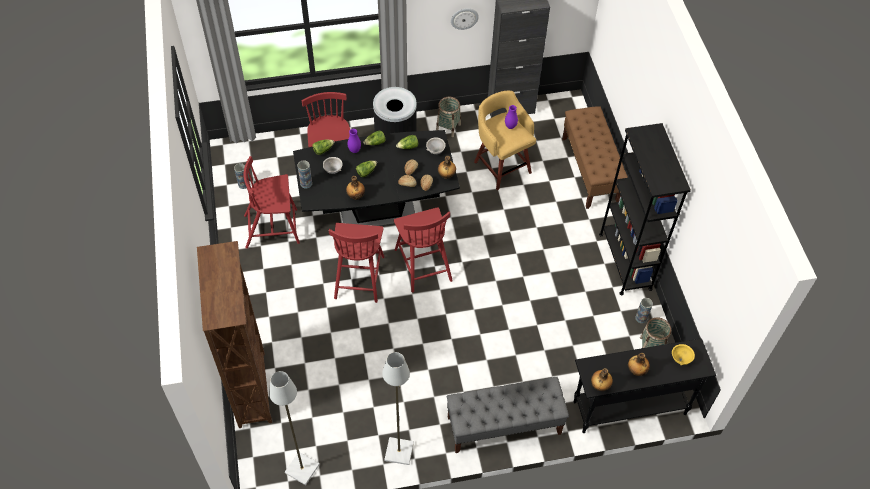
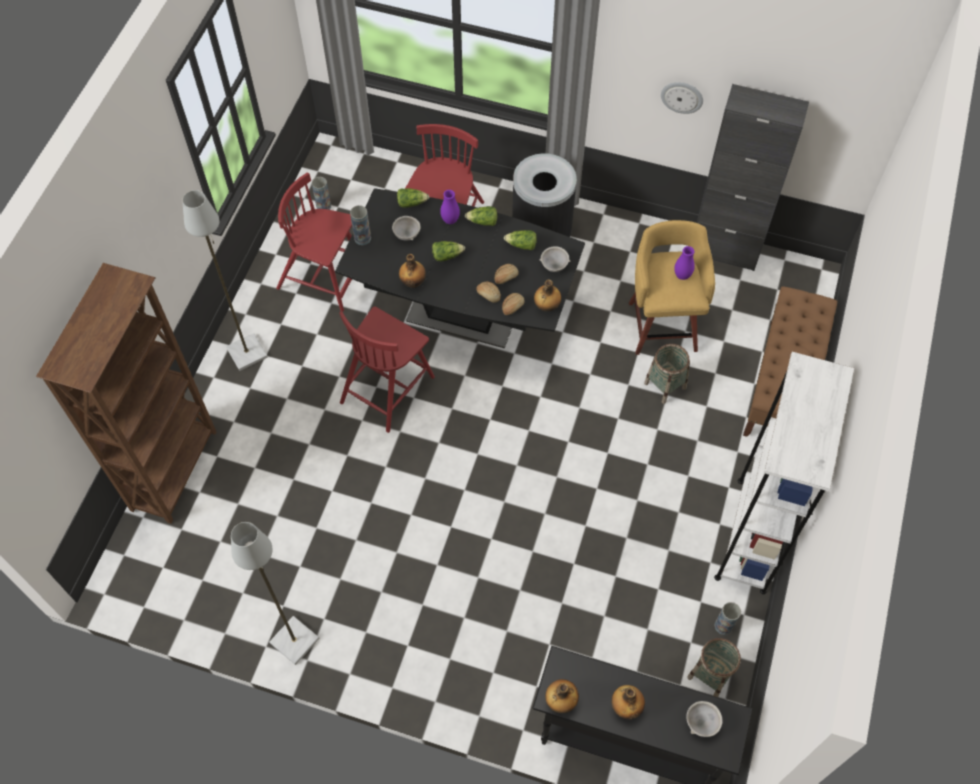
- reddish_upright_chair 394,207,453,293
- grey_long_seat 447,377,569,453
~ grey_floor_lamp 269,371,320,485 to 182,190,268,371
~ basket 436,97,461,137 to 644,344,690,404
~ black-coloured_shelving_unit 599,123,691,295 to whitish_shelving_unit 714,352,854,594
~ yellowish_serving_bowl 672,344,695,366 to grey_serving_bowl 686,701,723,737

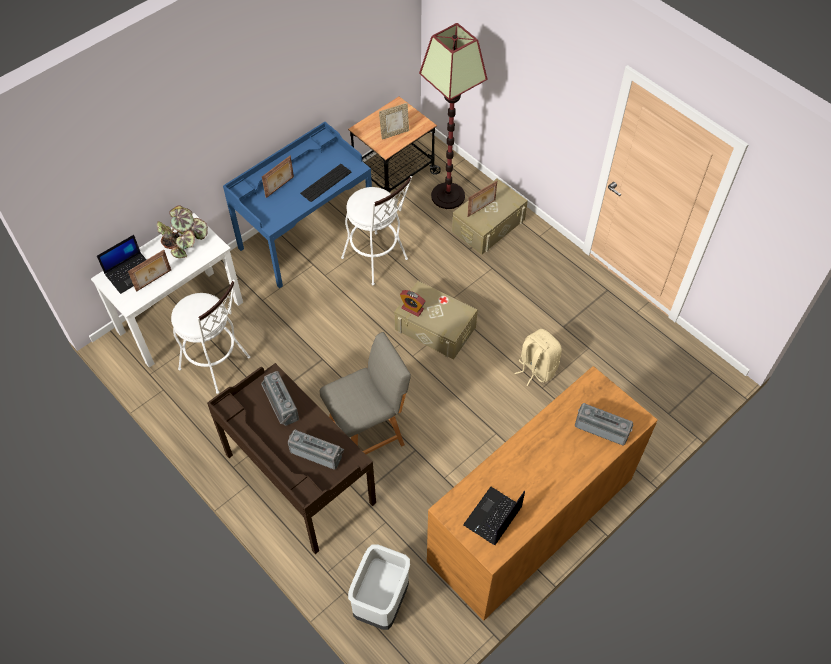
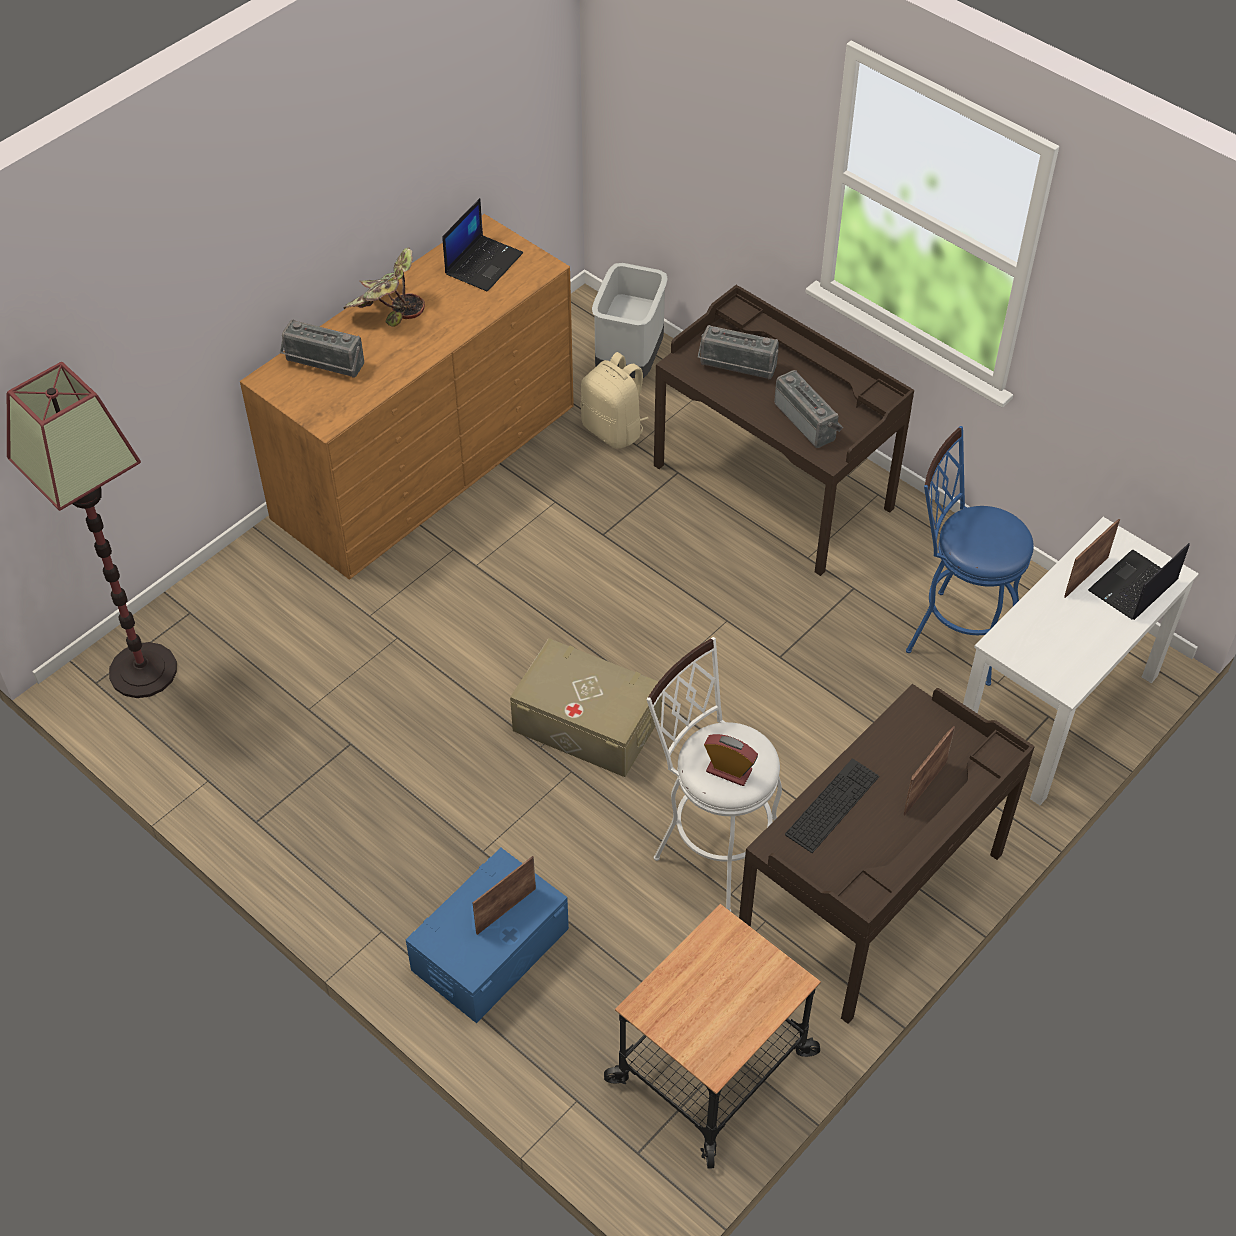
- grey_upright_chair 320,332,411,454
- standing_frame 379,103,409,139
~ houseplant 156,205,208,258 to 343,248,425,327
~ bedside_clock 400,290,425,317 to 704,734,758,786
~ floor_lamp 419,23,487,209 to 7,362,177,698
~ beige_backpack 514,329,562,386 to 580,352,648,449
~ whitish_stool_seat 171,280,250,394 to blue_stool_seat 906,426,1034,686
~ blue_desk_unit 223,122,372,288 to brownish_desk_unit 739,684,1035,1024
~ beige_storage_bin 452,178,528,254 to blue_storage_bin 406,848,569,1023

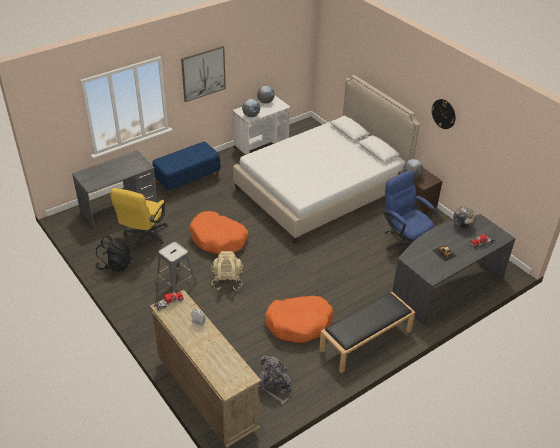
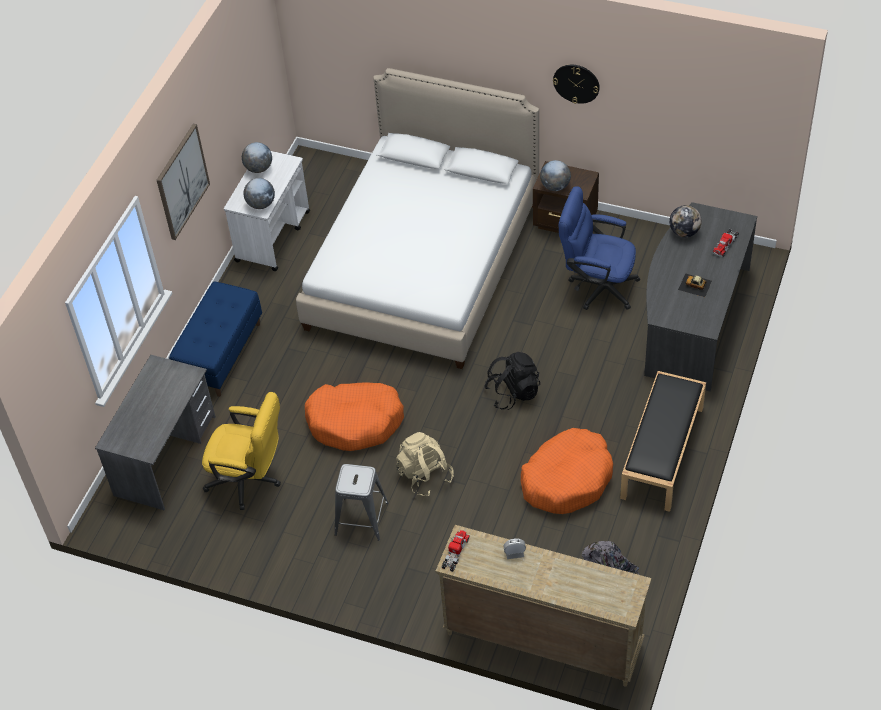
~ black-coloured_backpack 95,236,132,272 to 484,352,540,410
~ yellowish_computer_chair 110,188,168,250 = 202,392,281,510 60 degrees counterclockwise

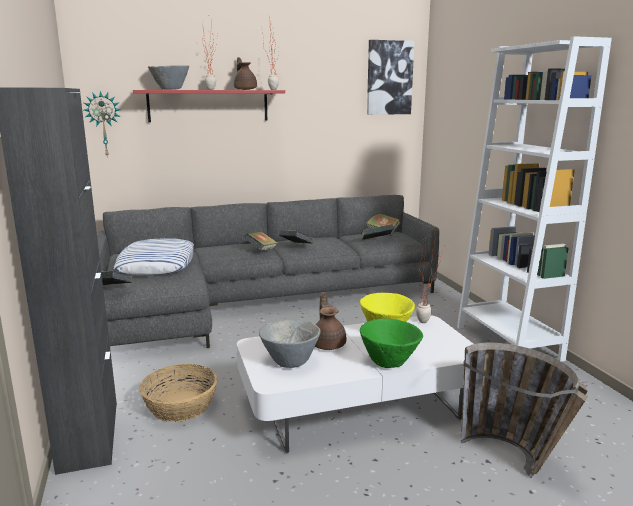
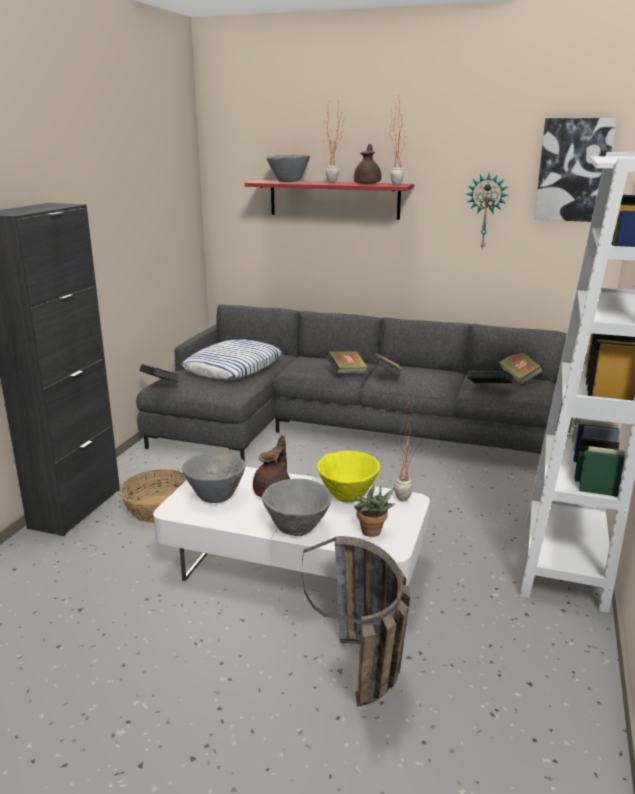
+ houseplant 354,486,395,537
~ clock_on_the_wall 84,91,121,158 to 467,173,508,250
~ greenish_serving_bowl 360,319,423,368 to grey_serving_bowl 262,479,331,536

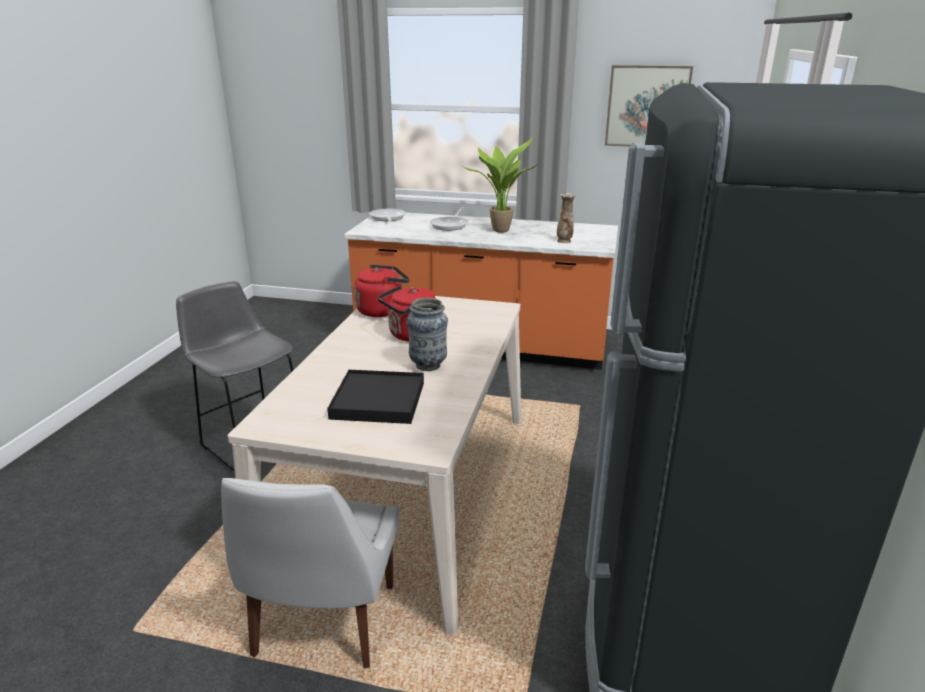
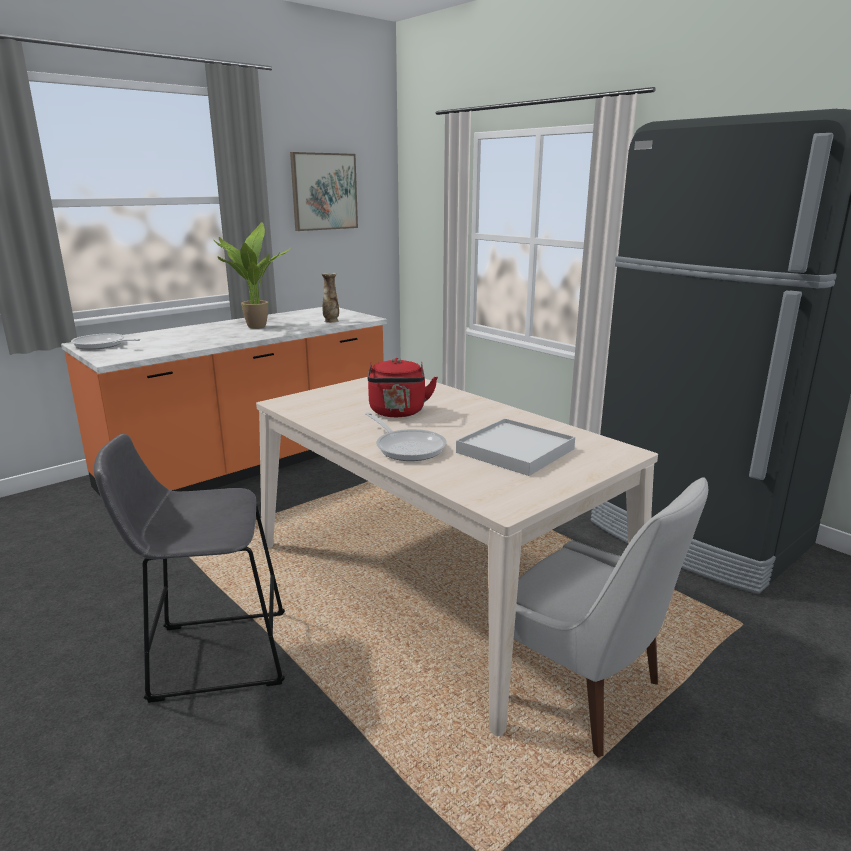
- reddish_tea_kettle 354,264,409,317
- flower_vase 406,298,448,371
~ skillet 430,207,468,231 to 365,412,447,461
~ black-coloured_serving_tray 327,370,424,424 to whitish_serving_tray 456,418,575,476

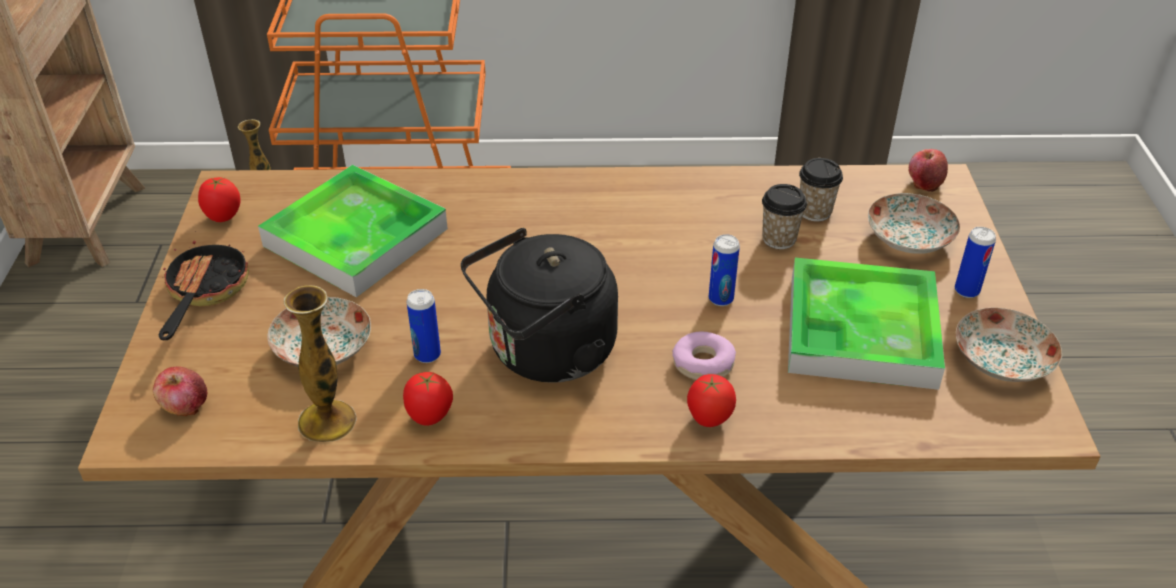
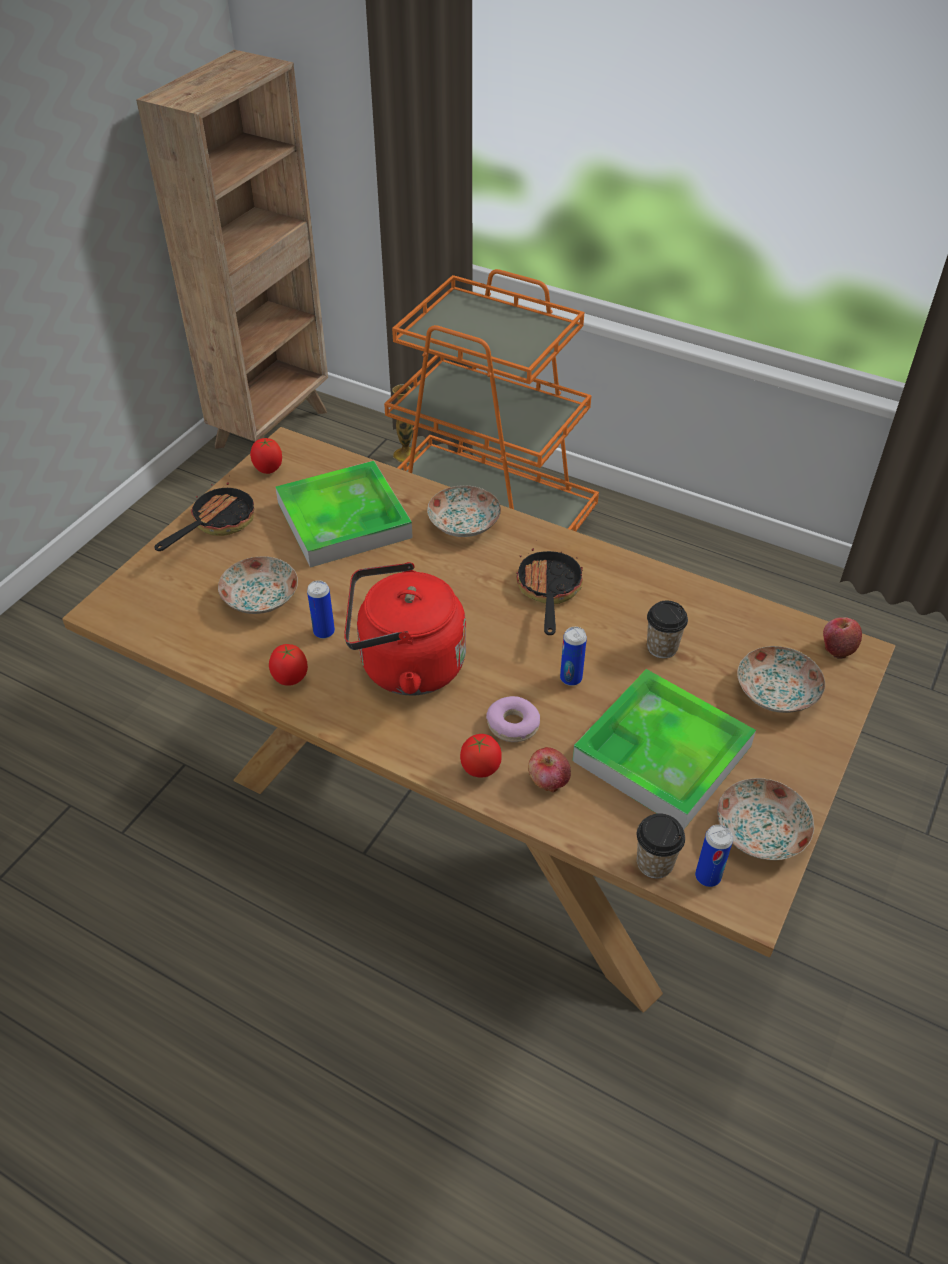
- flower_vase 284,285,357,442
+ dinner_plate 427,485,501,537
+ skillet 516,540,583,635
~ whole_apple 153,367,208,416 to 528,747,571,793
~ small_cup 799,158,843,222 to 637,813,685,879
~ metal_can 955,227,996,298 to 695,825,733,887
~ black-coloured_tea_kettle 461,228,618,383 to reddish_tea_kettle 344,562,466,696

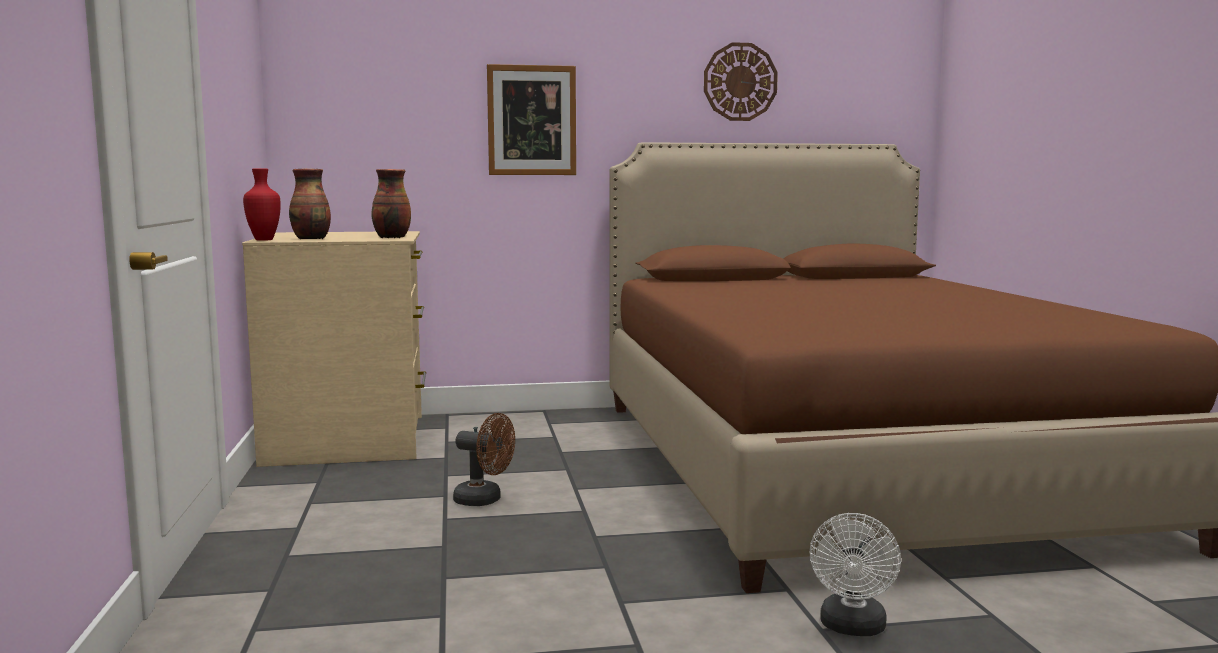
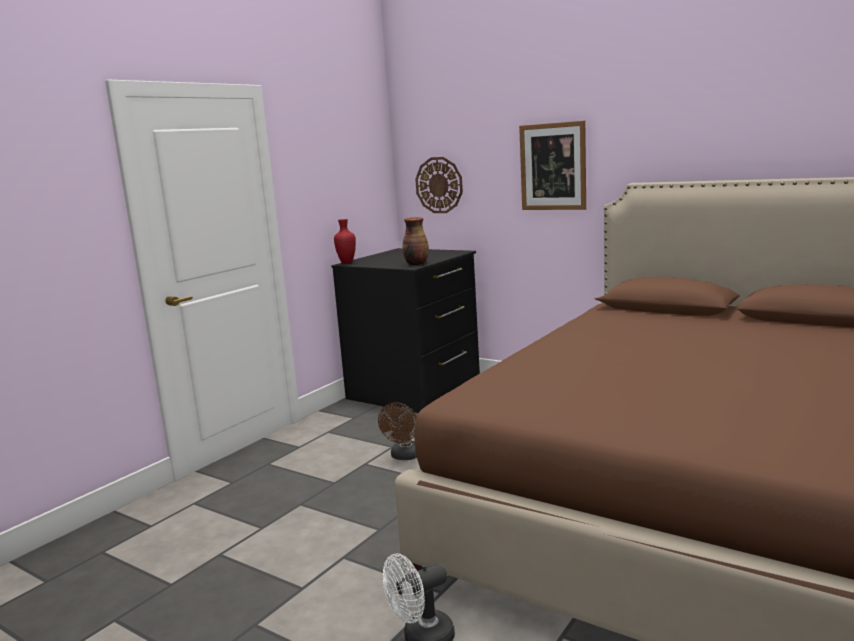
- flower_vase 289,169,331,240
~ clock_on_the_wall 704,42,778,121 to 415,157,463,213
~ beige_chest_of_drawers 242,231,426,467 to black-coloured_chest_of_drawers 332,248,480,413
~ brownish_electric_fan 453,413,515,506 = 378,402,417,460 45 degrees clockwise

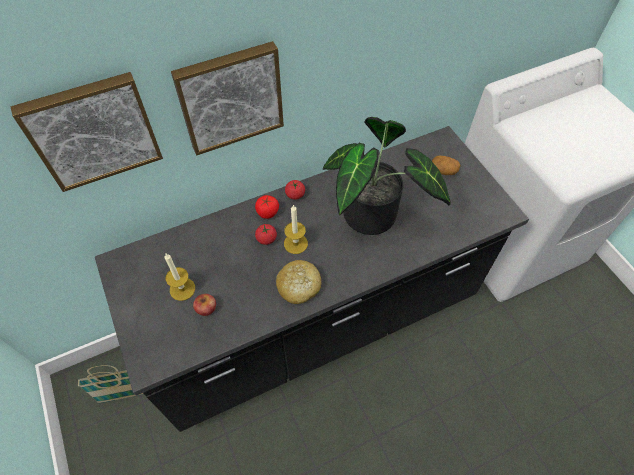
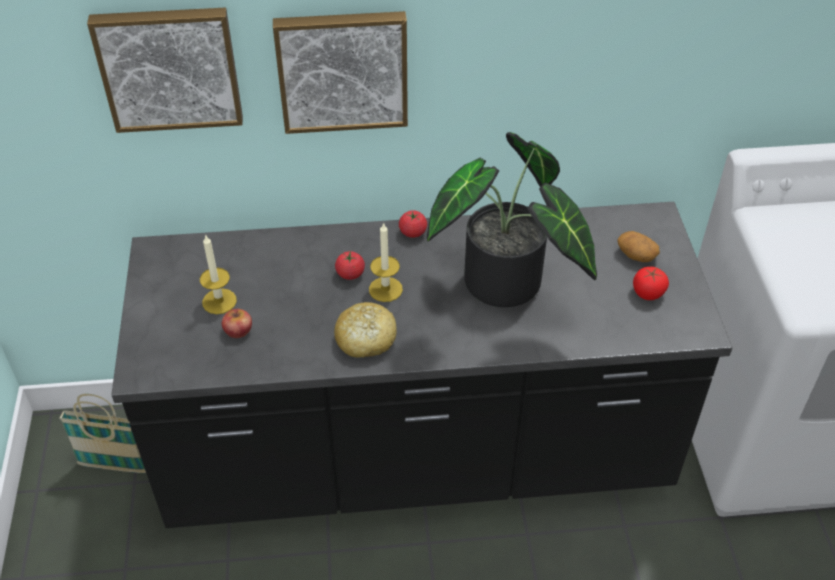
~ tomato 255,195,279,219 to 633,267,669,300

